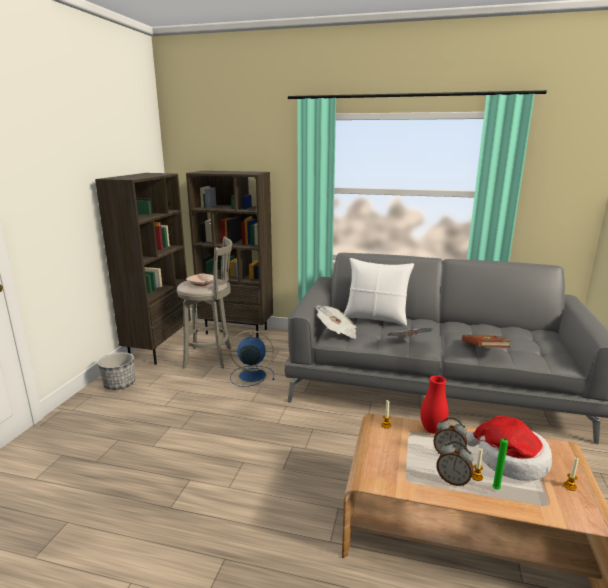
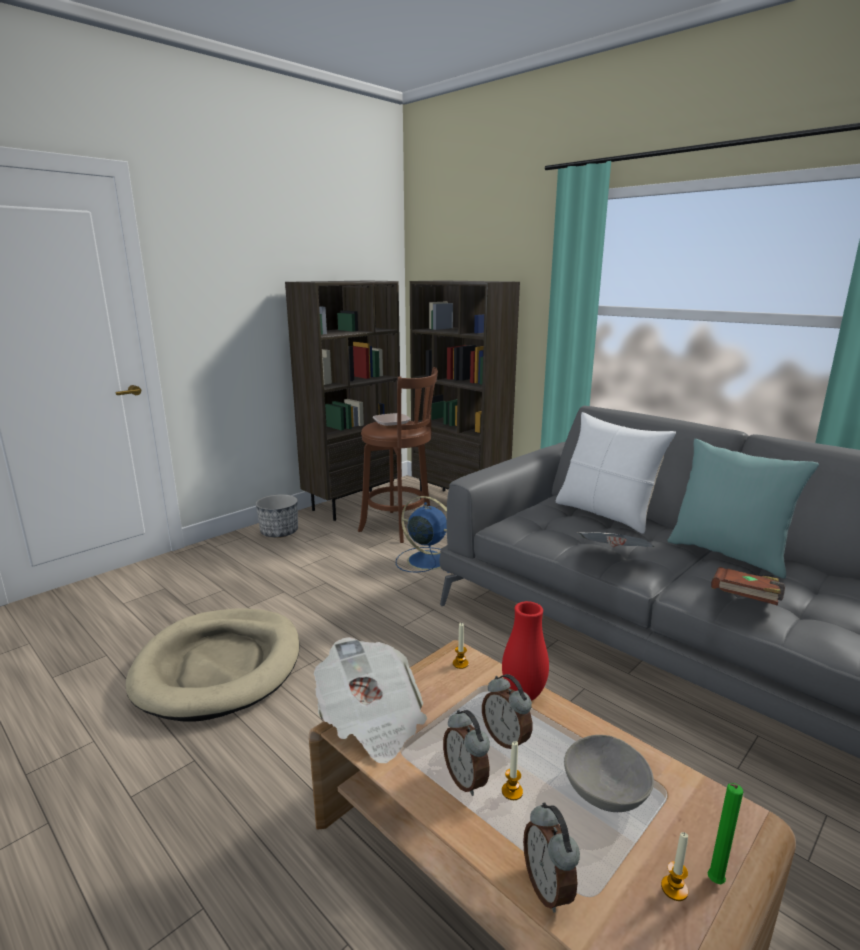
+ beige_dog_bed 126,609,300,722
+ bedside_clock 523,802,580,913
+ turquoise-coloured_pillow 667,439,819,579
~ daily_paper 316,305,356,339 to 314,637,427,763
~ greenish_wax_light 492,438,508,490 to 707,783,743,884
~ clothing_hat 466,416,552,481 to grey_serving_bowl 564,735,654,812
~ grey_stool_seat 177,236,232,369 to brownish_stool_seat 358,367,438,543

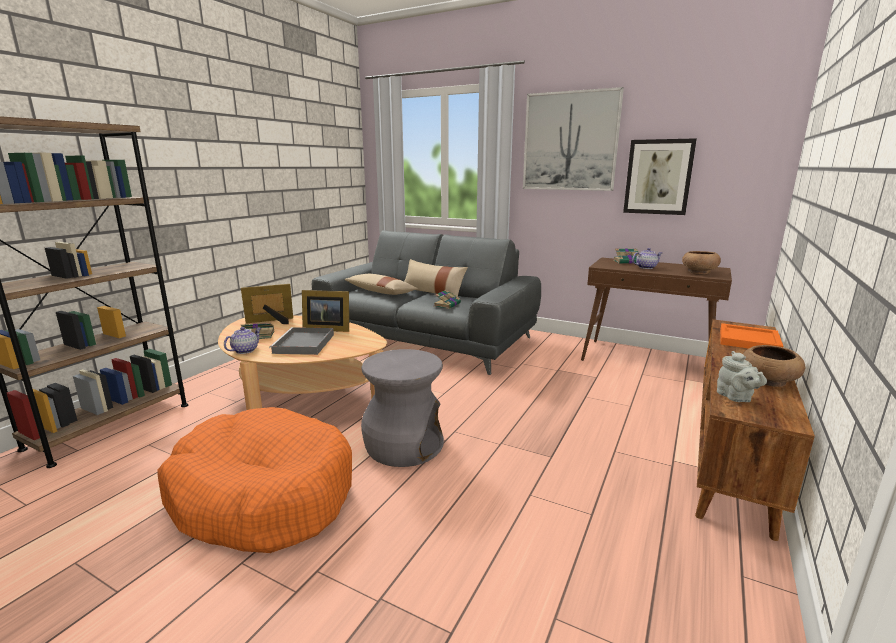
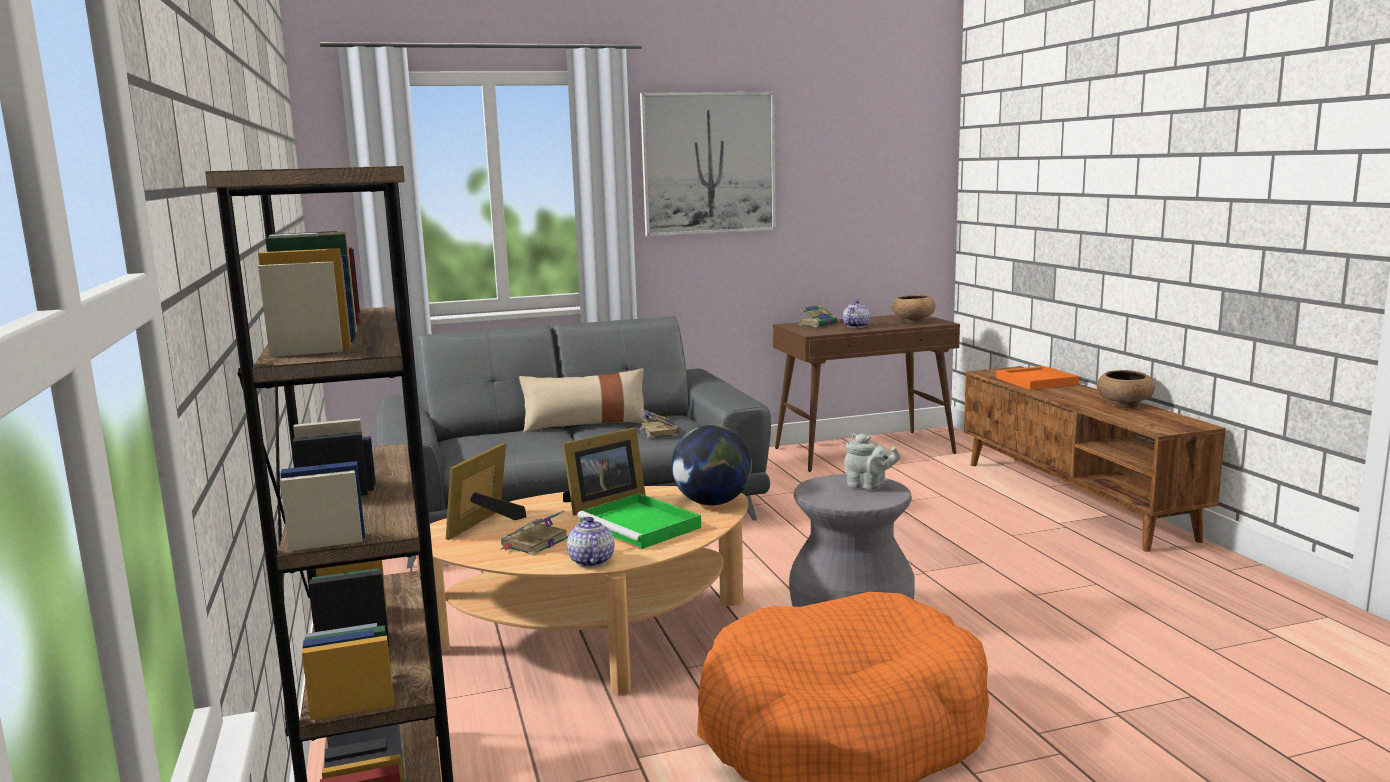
- beige_pillow 345,274,418,295
- wall_art 623,138,697,215
+ globe 671,425,752,505
~ grey_tea_pot 717,351,767,402 to 844,434,901,490
~ grey_serving_tray 269,327,334,355 to greenish_serving_tray 577,493,701,550

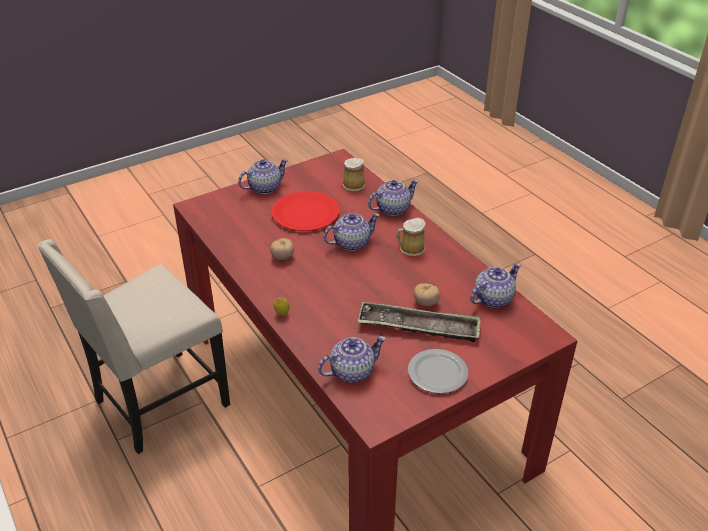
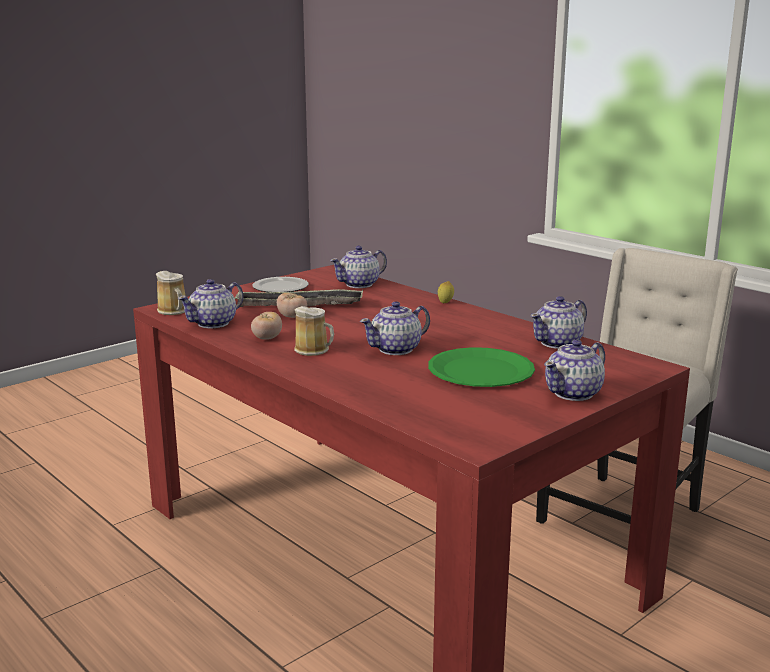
~ tomato 270,238,294,260 to 251,312,282,340
~ mug 342,158,365,191 to 156,271,185,315
~ tea_pot 368,179,419,216 to 530,296,587,349
~ reddish_dinner_plate 272,191,340,231 to greenish_dinner_plate 428,347,535,387

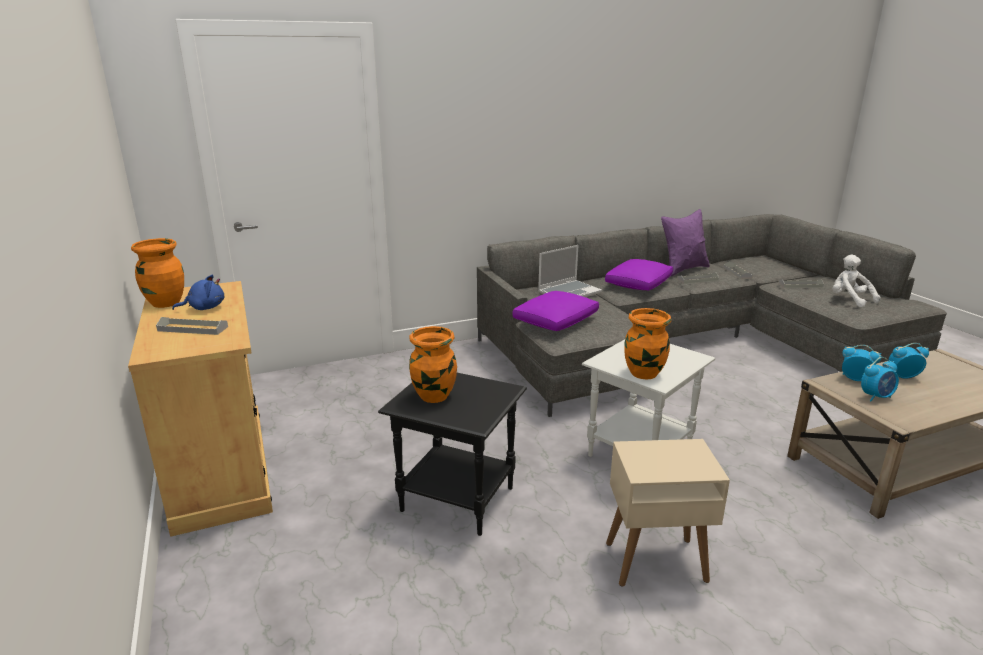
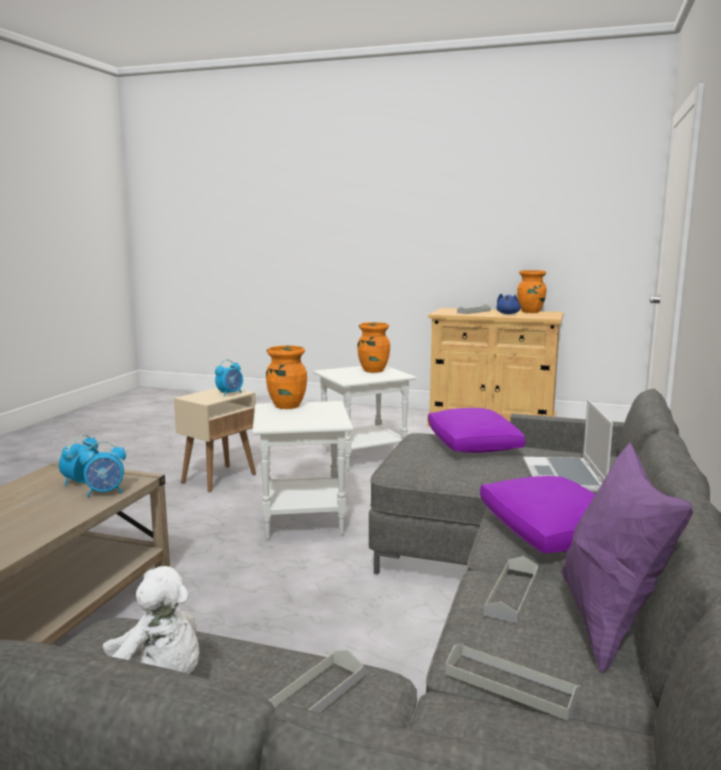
~ bedside_clock 888,343,929,379 to 215,359,243,397
~ black-coloured_end_table 378,373,527,536 to whitish_end_table 313,366,417,471

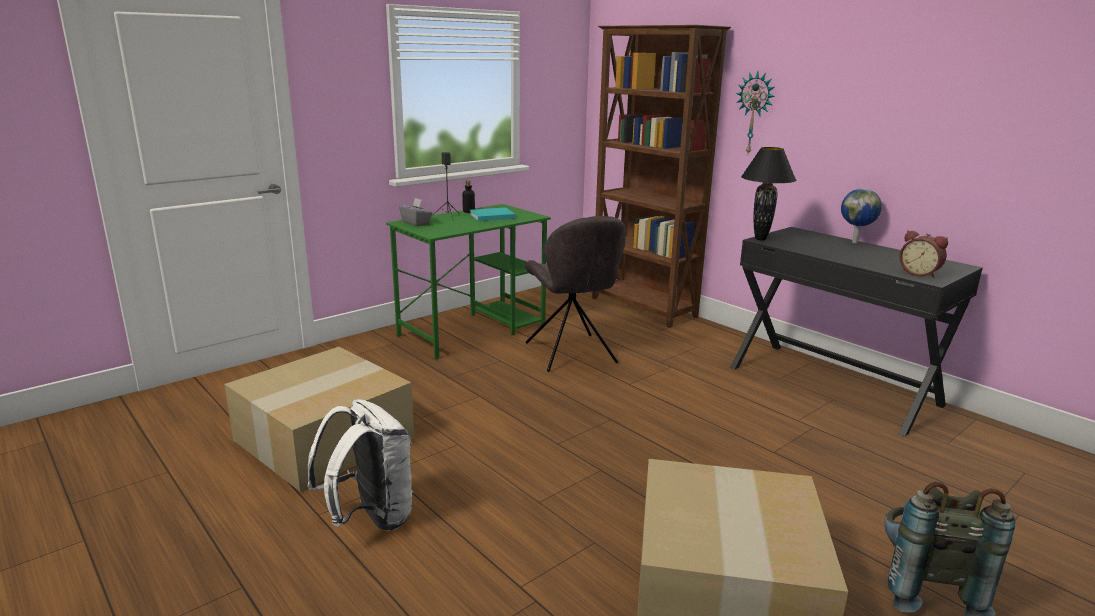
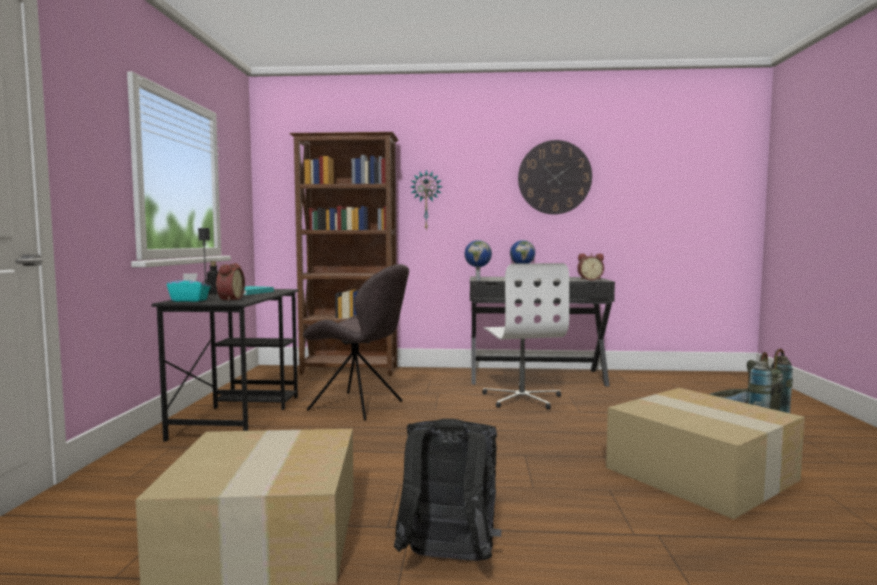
+ bedside_clock 216,263,245,301
+ whitish_computer_chair 482,263,569,410
+ clock_on_the_wall 518,140,592,214
~ black-coloured_lamp_for_a_table 741,147,796,241 to globe 465,240,492,280
~ whitish_backpack 307,399,413,531 to black-coloured_backpack 394,419,501,561
~ greenish_desk_unit 386,204,551,359 to black-coloured_desk_unit 152,289,298,442
~ grey_tissue_holder 399,198,432,226 to turquoise-coloured_tissue_holder 167,273,210,302

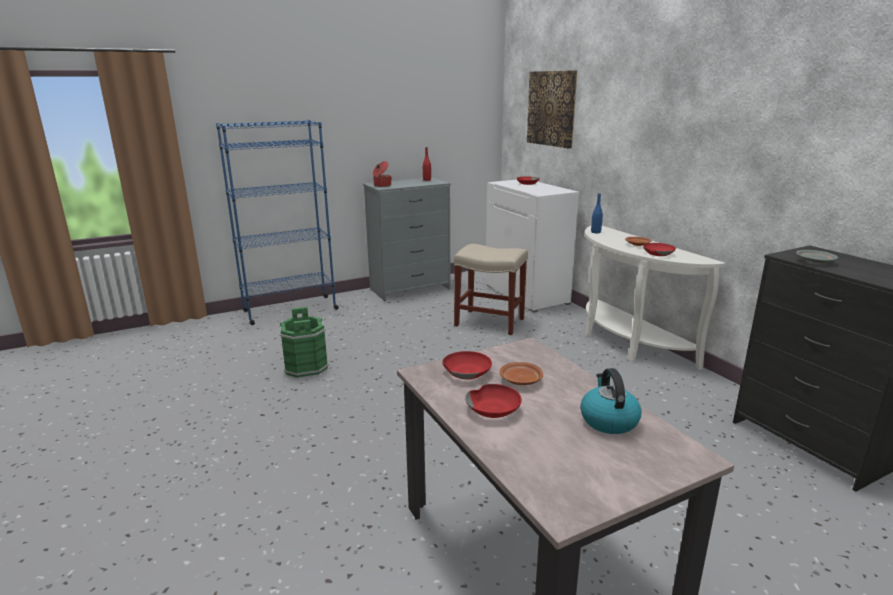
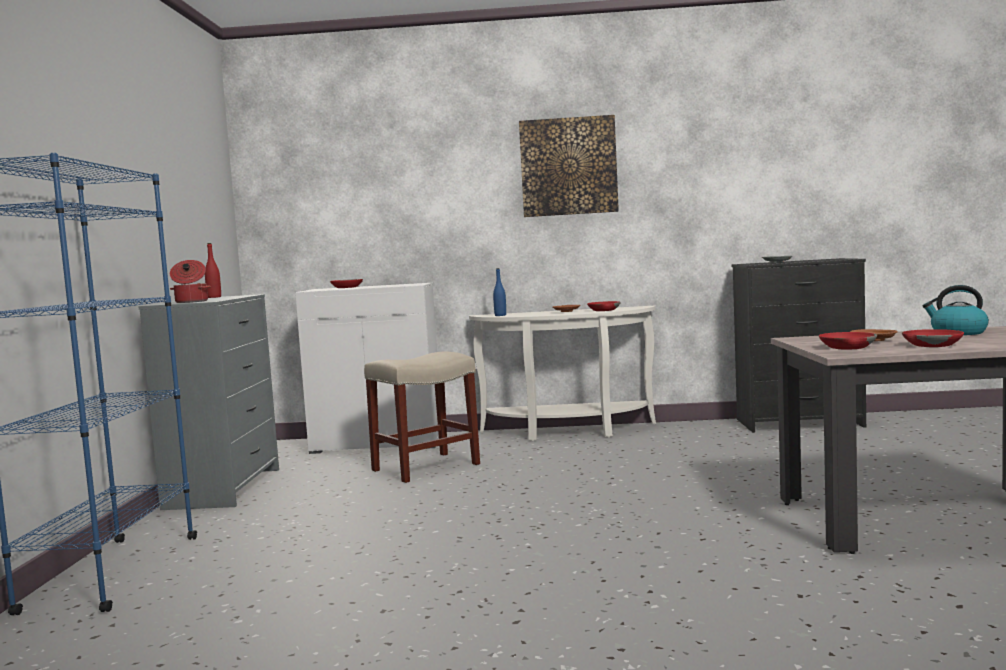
- greenish_bucket 280,307,329,378
~ wall_art 527,70,577,149 to 519,115,619,217

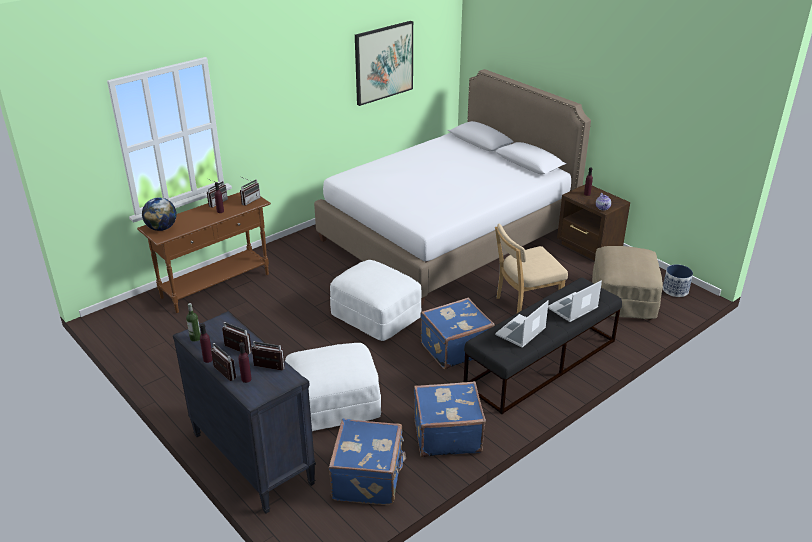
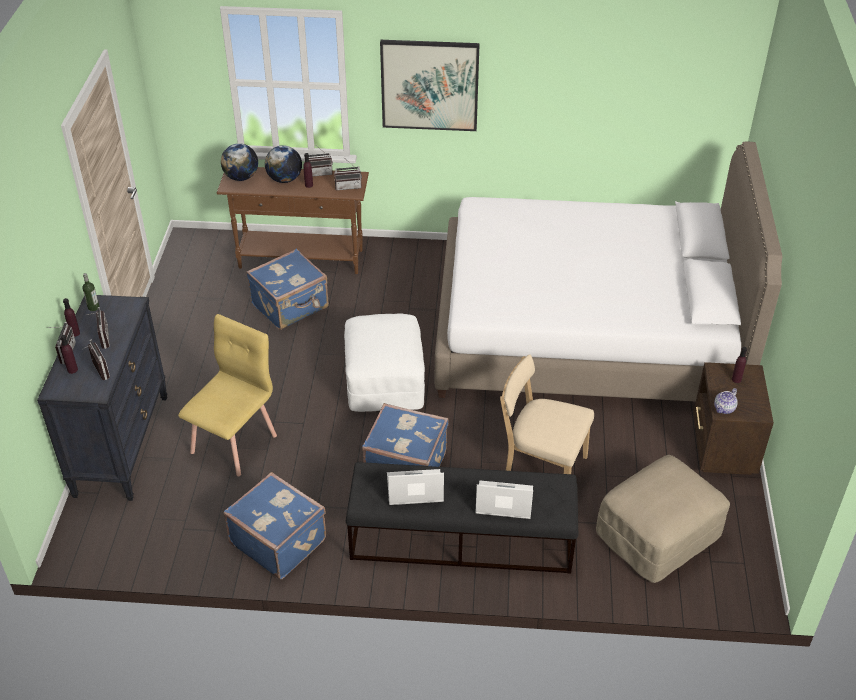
- plant_pot 663,264,693,297
+ globe 265,145,302,183
~ blue_travel_case 329,419,406,505 to 246,249,329,330
~ wall_art 355,21,413,106 to 380,40,480,131
~ whitish_ottoman 285,343,381,431 to yellowish_upright_chair 178,314,277,476

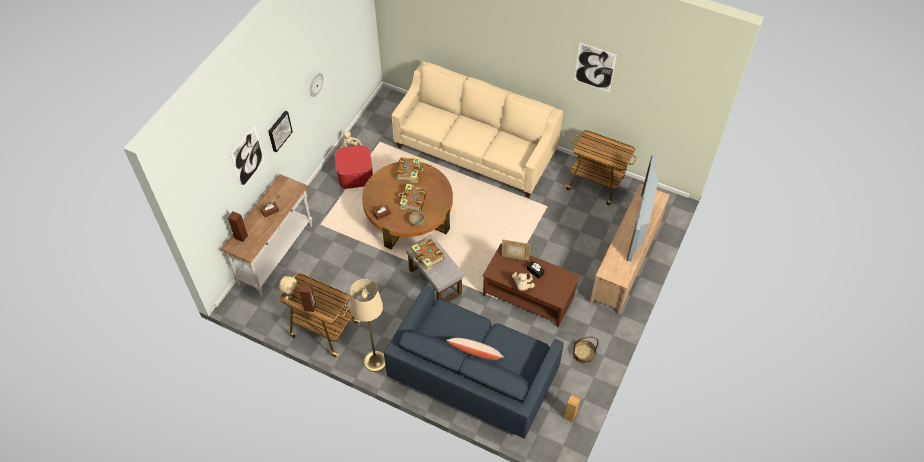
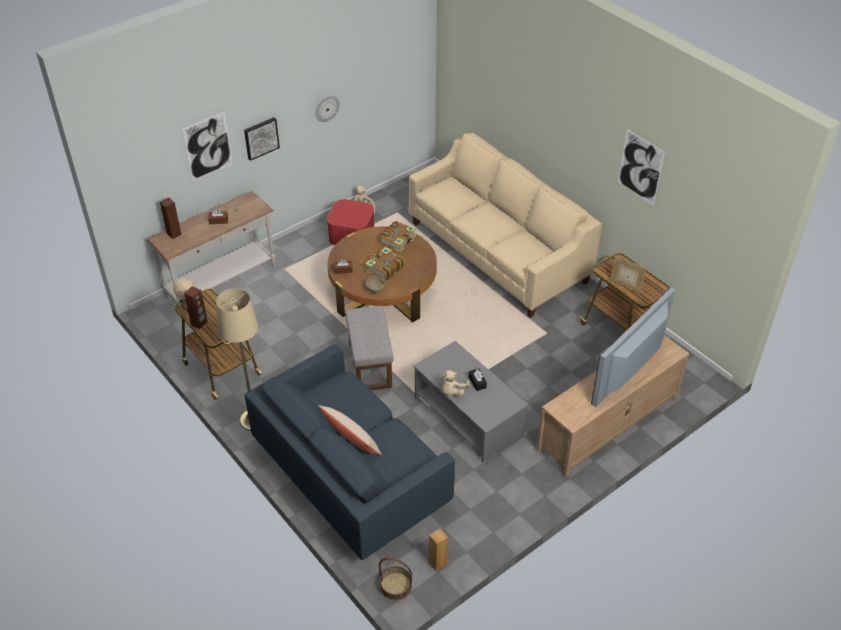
- volume 411,238,444,271
~ standing_frame 502,239,530,261 to 610,256,646,293
~ basket 573,337,599,364 to 379,558,412,601
~ brownish_lounge_table 482,244,580,328 to grey_lounge_table 413,341,529,462

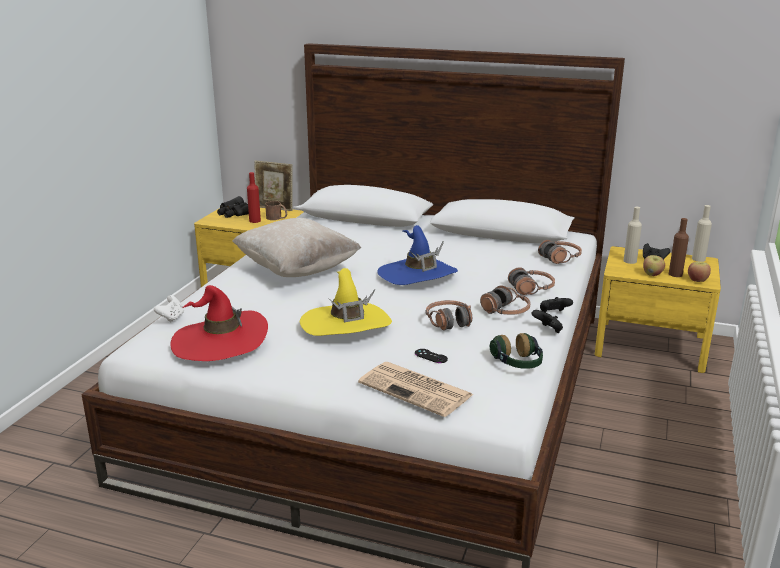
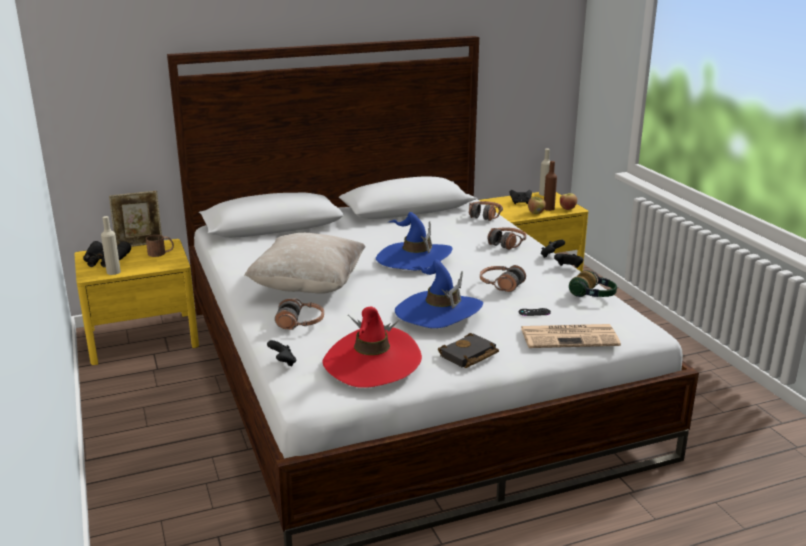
- reddish_beverage_bottle 247,172,261,223
+ black-coloured_volume 438,333,499,368
~ headphones 480,286,531,315 to 275,299,324,330
~ beige_beverage_bottle 623,207,642,264 to 101,216,121,275
~ whitish_gamepad 154,295,184,322 to black-coloured_gamepad 267,340,296,366
~ yellowish_clothing_hat 300,268,392,336 to blue_clothing_hat 395,259,483,328

